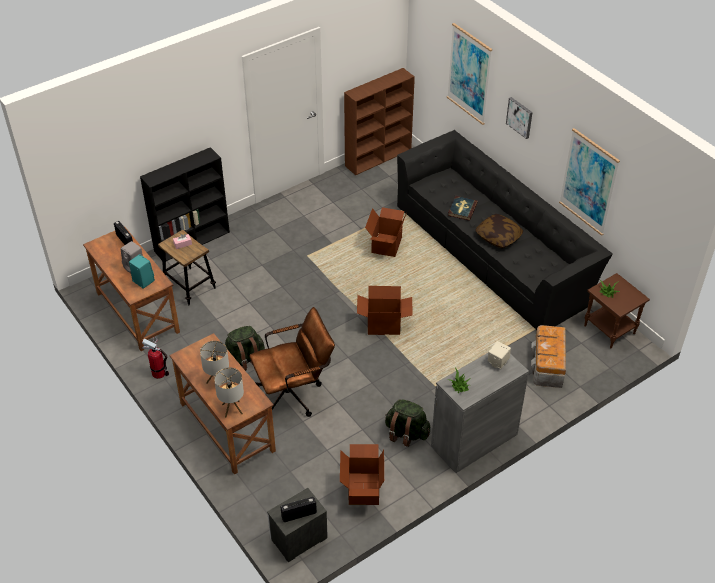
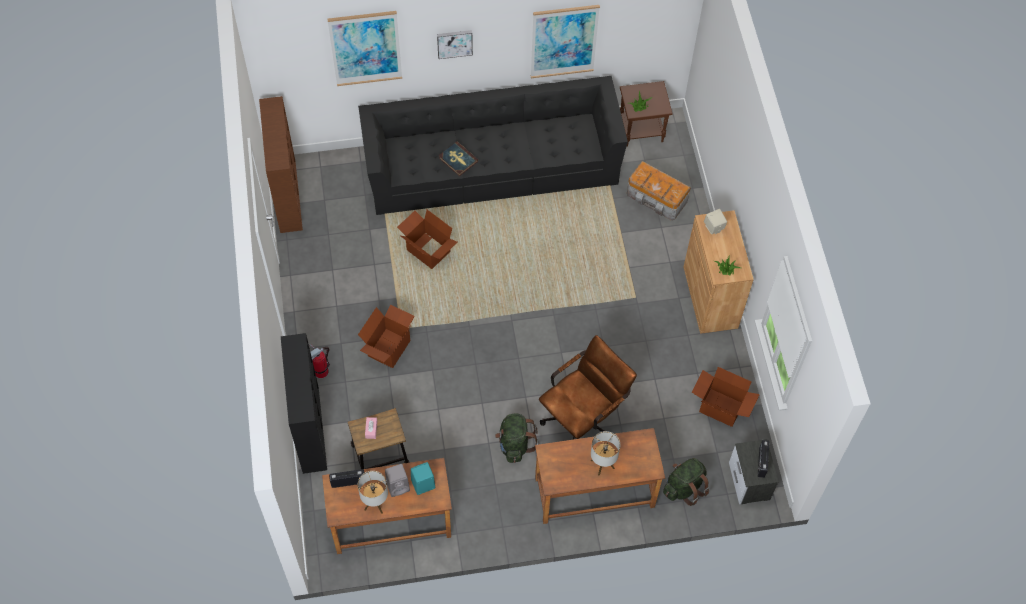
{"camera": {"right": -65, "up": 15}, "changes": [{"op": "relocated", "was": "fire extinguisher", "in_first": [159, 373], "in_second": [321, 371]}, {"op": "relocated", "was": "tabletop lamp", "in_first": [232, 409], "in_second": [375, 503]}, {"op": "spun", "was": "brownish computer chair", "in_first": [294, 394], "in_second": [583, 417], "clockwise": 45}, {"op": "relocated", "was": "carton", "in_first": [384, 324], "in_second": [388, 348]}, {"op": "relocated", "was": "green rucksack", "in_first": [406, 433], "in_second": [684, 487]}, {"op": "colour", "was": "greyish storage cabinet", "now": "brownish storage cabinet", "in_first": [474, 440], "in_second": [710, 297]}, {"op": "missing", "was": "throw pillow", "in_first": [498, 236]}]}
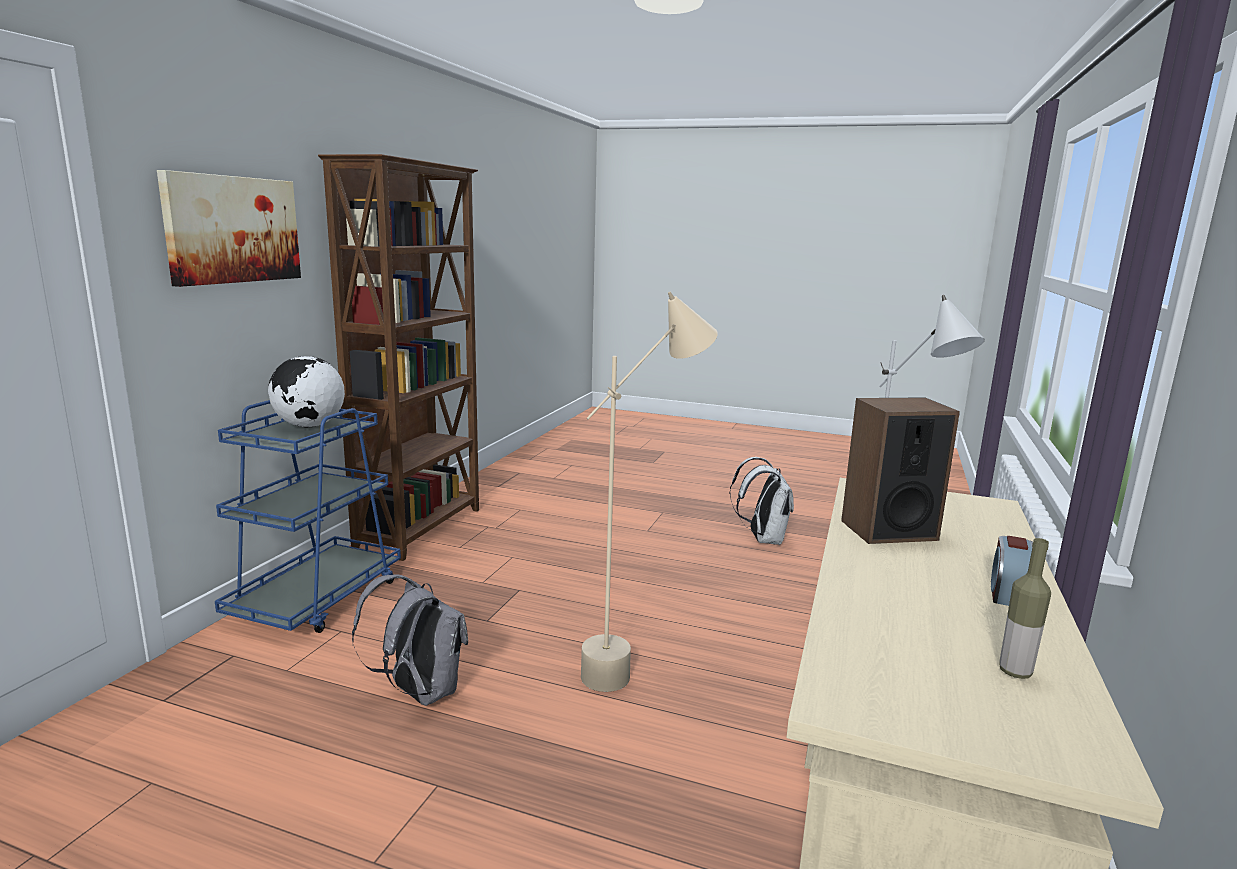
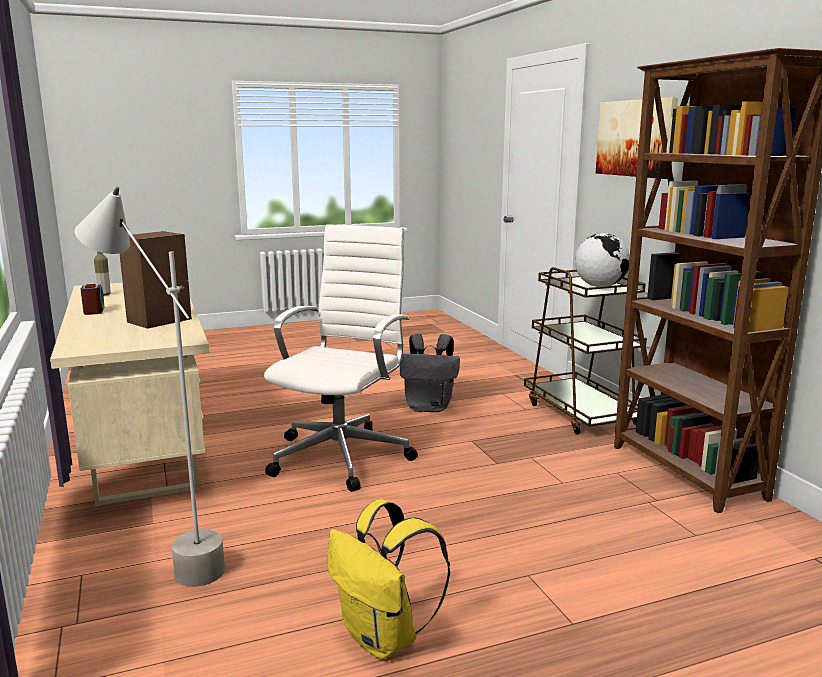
{"camera": {"right": 140, "up": 0}, "changes": [{"op": "colour", "was": "blue-coloured wheeled cart", "now": "brownish wheeled cart", "in_first": [317, 599], "in_second": [581, 413]}, {"op": "exchanged", "was": "beige floor lamp", "now": "white-coloured computer chair", "in_first": [638, 664], "in_second": [343, 455]}, {"op": "colour", "was": "white-coloured rucksack", "now": "yellow-coloured rucksack", "in_first": [762, 539], "in_second": [384, 638]}]}
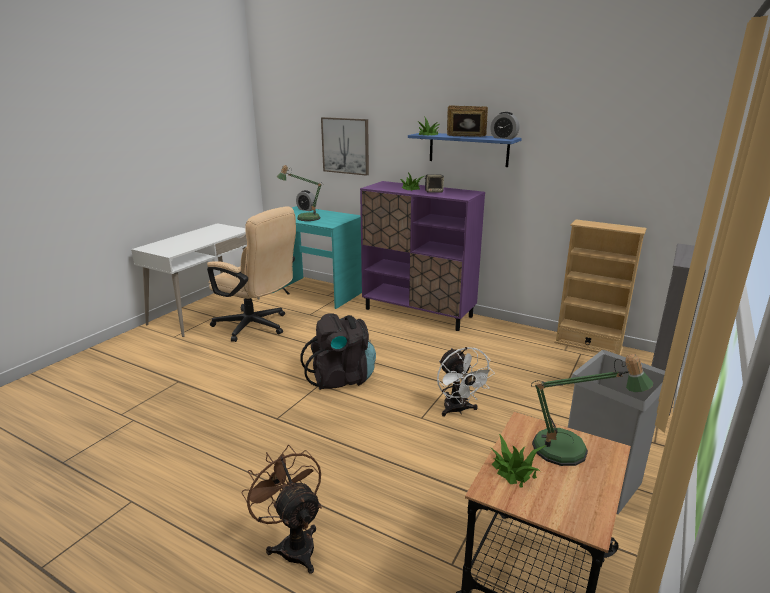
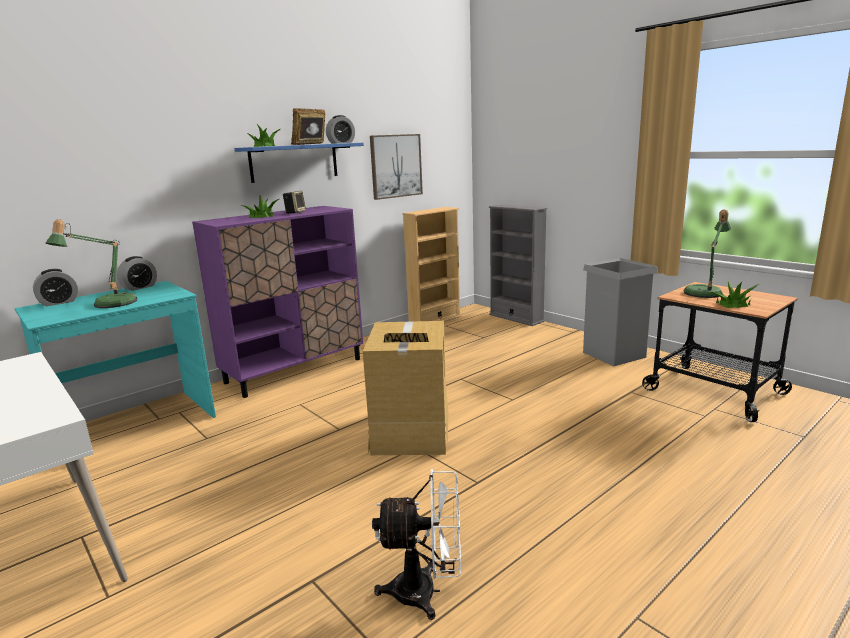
{"camera": {"right": -70, "up": -5}, "changes": [{"op": "missing", "was": "beige computer chair", "in_first": [257, 327]}, {"op": "missing", "was": "brownish fan", "in_first": [293, 544]}, {"op": "exchanged", "was": "black rucksack", "now": "carton", "in_first": [341, 378], "in_second": [410, 431]}, {"op": "relocated", "was": "picture", "in_first": [345, 146], "in_second": [396, 166]}, {"op": "relocated", "was": "white-coloured fan", "in_first": [458, 410], "in_second": [426, 592]}, {"op": "appeared", "now": "bedside clock", "in_second": [139, 287]}]}
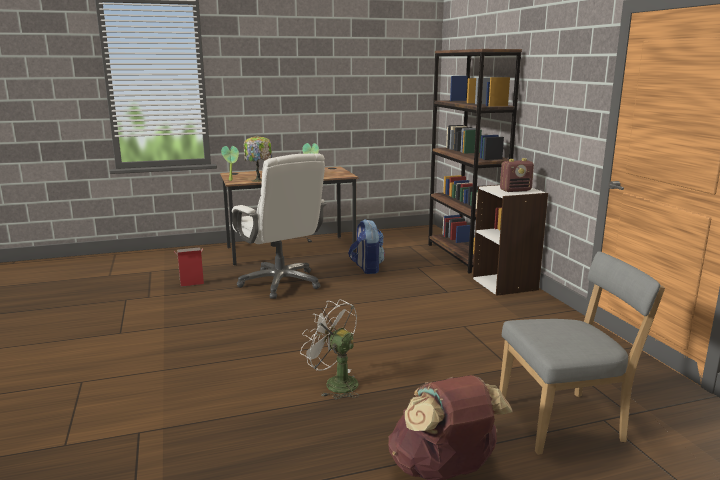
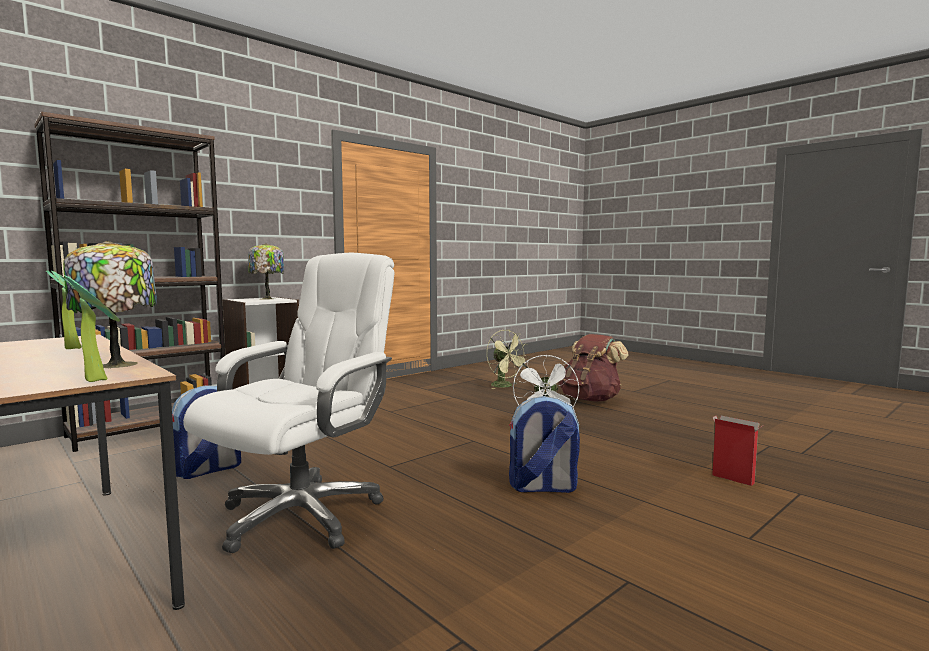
{"camera": {"right": -115, "up": -10}, "changes": [{"op": "relocated", "was": "carton", "in_first": [191, 284], "in_second": [734, 479]}, {"op": "exchanged", "was": "greyish plain chair", "now": "green fan", "in_first": [565, 421], "in_second": [505, 386]}, {"op": "exchanged", "was": "radio set", "now": "tabletop lamp", "in_first": [515, 190], "in_second": [267, 299]}, {"op": "appeared", "now": "rucksack", "in_second": [542, 487]}]}
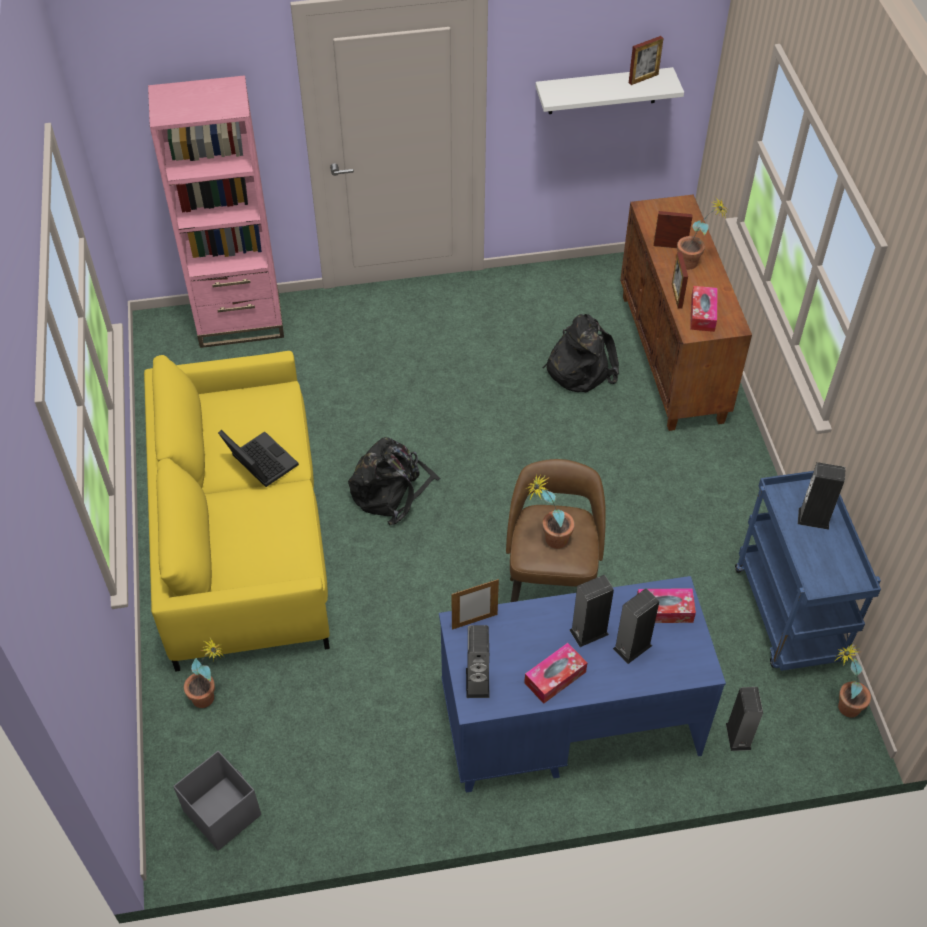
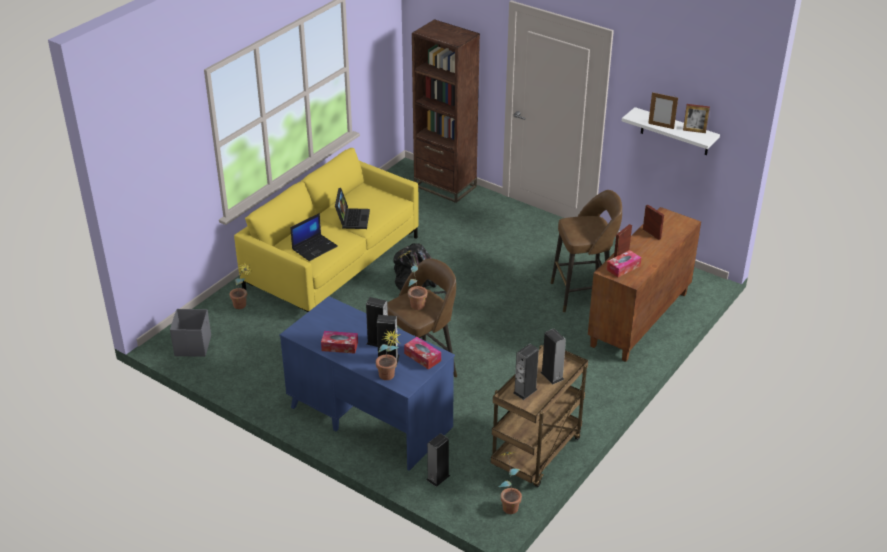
{"camera": {"right": 45, "up": -15}, "changes": [{"op": "colour", "was": "pink-coloured bookcase", "now": "brownish bookcase", "in_first": [240, 322], "in_second": [445, 186]}, {"op": "relocated", "was": "standing frame", "in_first": [474, 621], "in_second": [661, 126]}, {"op": "relocated", "was": "speaker", "in_first": [477, 682], "in_second": [525, 391]}, {"op": "exchanged", "was": "black rucksack", "now": "brownish stool", "in_first": [579, 367], "in_second": [583, 294]}, {"op": "relocated", "was": "plant in a pot", "in_first": [694, 264], "in_second": [388, 378]}, {"op": "colour", "was": "blue-coloured wheeled cart", "now": "brownish wheeled cart", "in_first": [790, 616], "in_second": [536, 454]}, {"op": "appeared", "now": "portable computer", "in_second": [314, 247]}]}
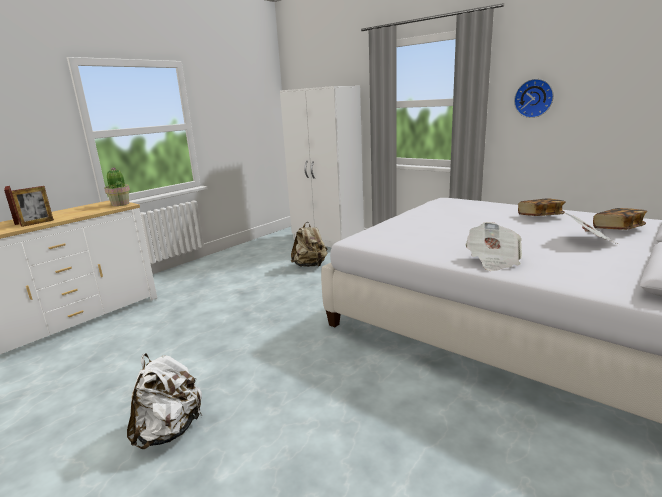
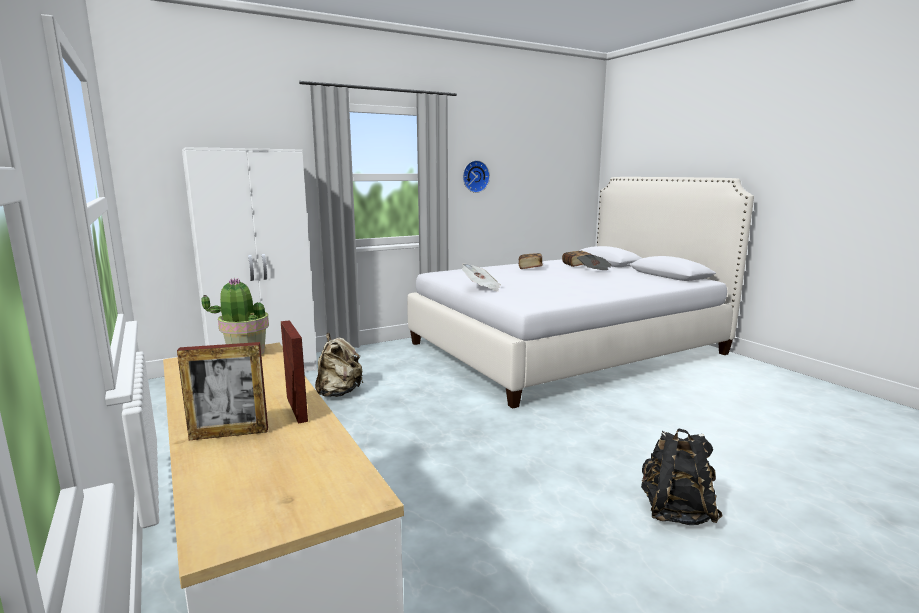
{"camera": {"right": -70, "up": -5}, "changes": [{"op": "colour", "was": "white-coloured rucksack", "now": "black rucksack", "in_first": [169, 430], "in_second": [675, 512]}, {"op": "relocated", "was": "daily paper", "in_first": [492, 261], "in_second": [481, 288]}]}
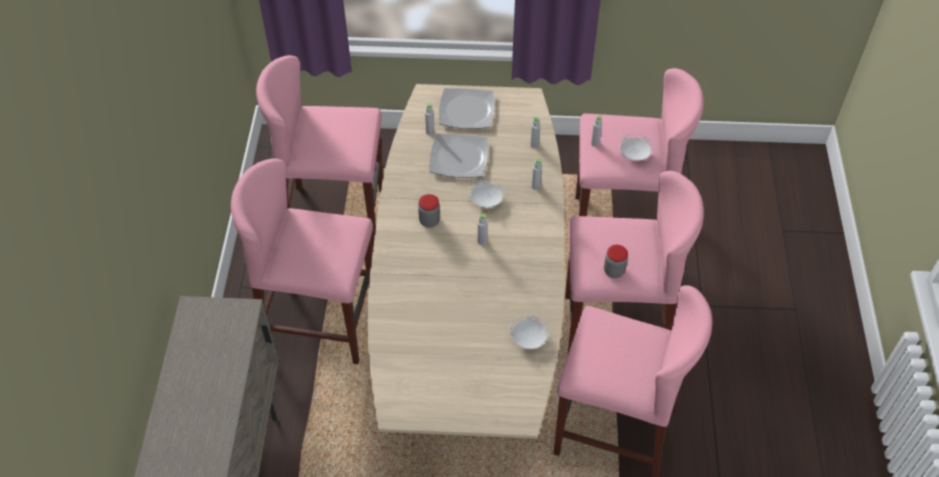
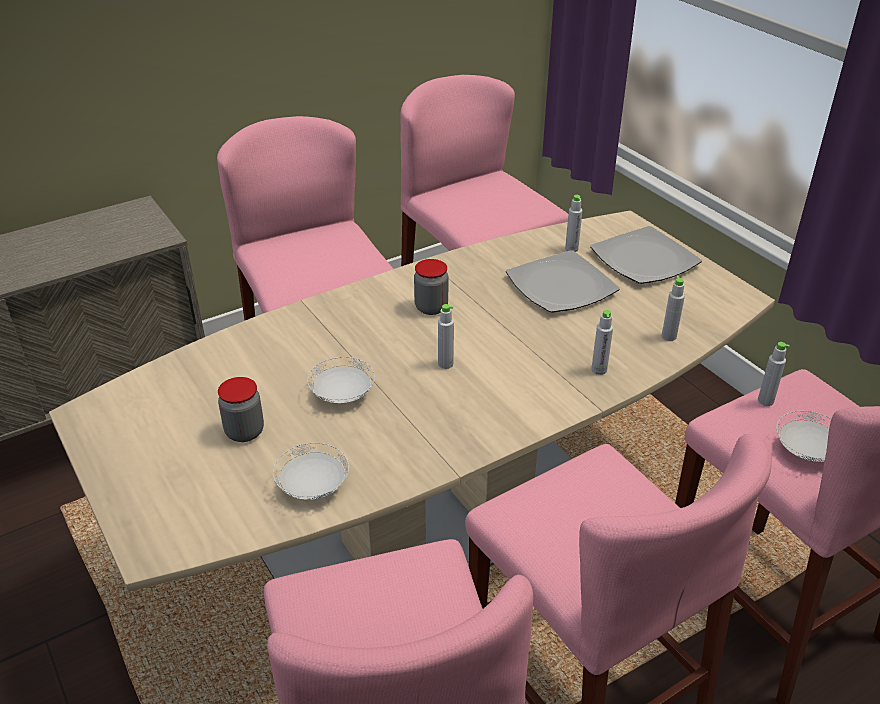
{"camera": {"right": 55, "up": -15}, "changes": [{"op": "relocated", "was": "white-coloured dinner plate", "in_first": [486, 200], "in_second": [342, 395]}, {"op": "relocated", "was": "preserve jar", "in_first": [614, 271], "in_second": [244, 432]}]}
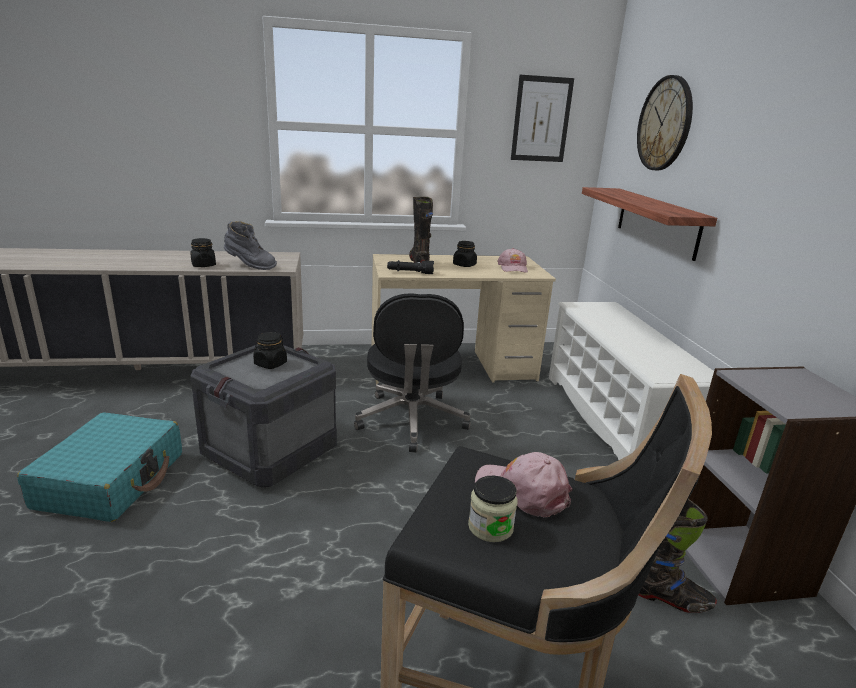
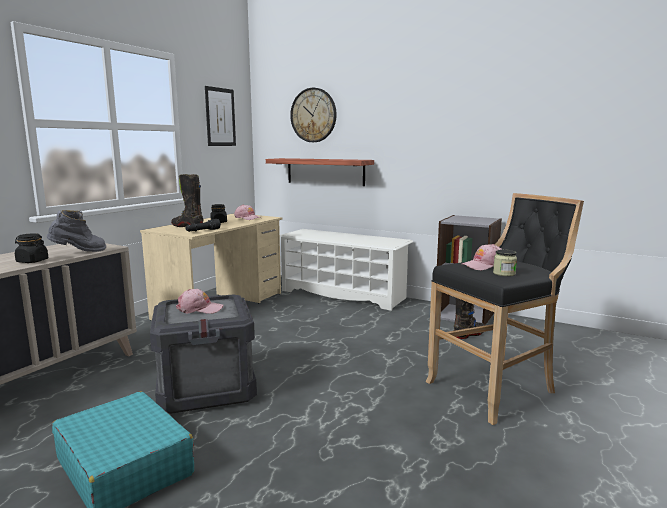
{"camera": {"right": -50, "up": -10}, "changes": [{"op": "exchanged", "was": "black preserve jar", "now": "pink-coloured peaked cap", "in_first": [270, 364], "in_second": [199, 309]}, {"op": "missing", "was": "black computer chair", "in_first": [411, 421]}]}
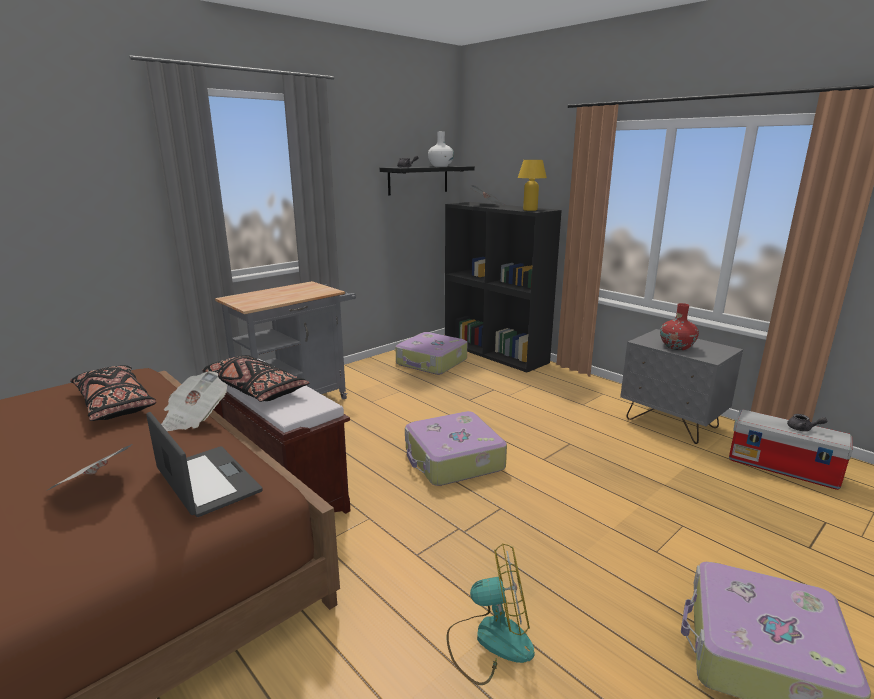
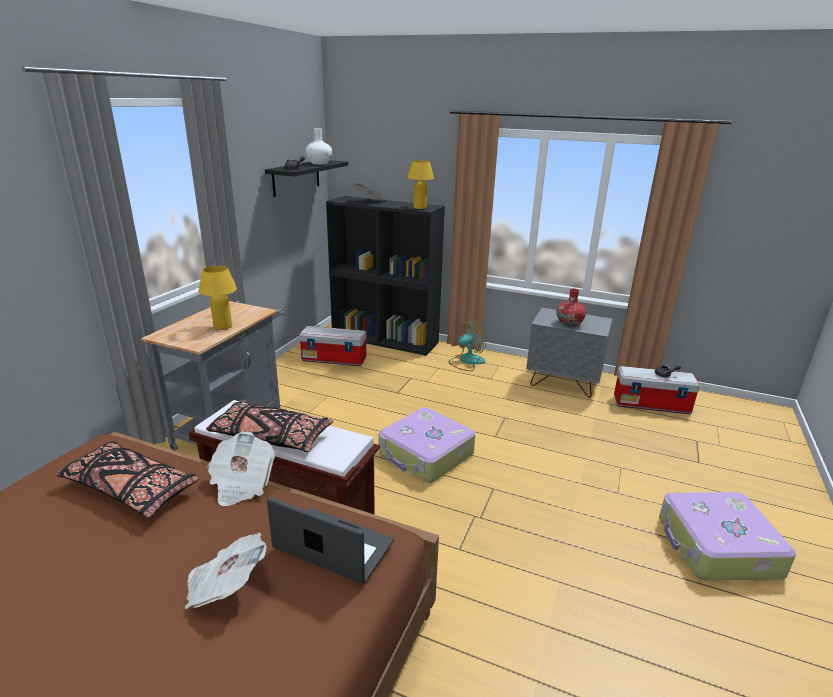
{"camera": {"right": -25, "up": 5}, "changes": [{"op": "exchanged", "was": "travel case", "now": "storage bin", "in_first": [431, 362], "in_second": [335, 359]}, {"op": "relocated", "was": "fan", "in_first": [490, 640], "in_second": [466, 361]}, {"op": "appeared", "now": "yellow-coloured tabletop lamp", "in_second": [223, 326]}]}
